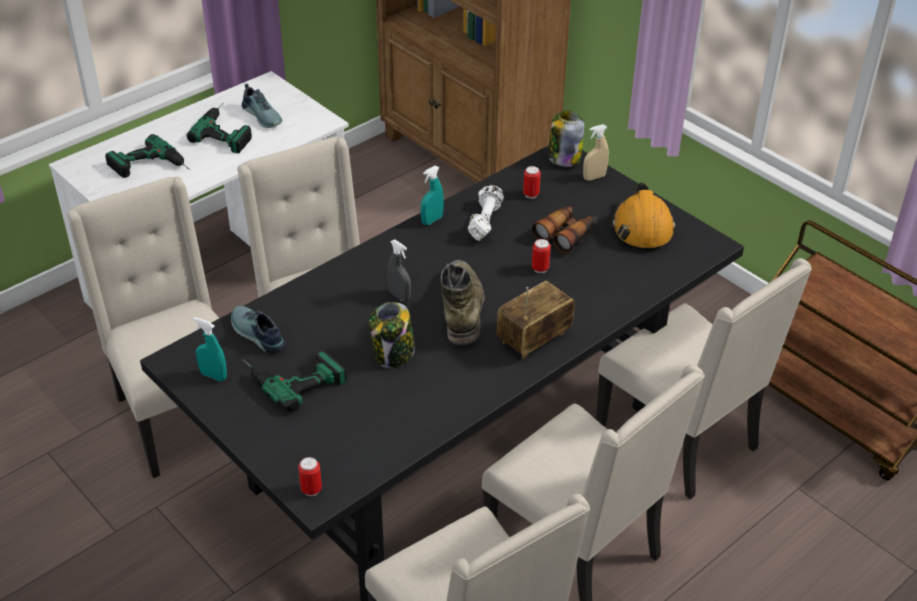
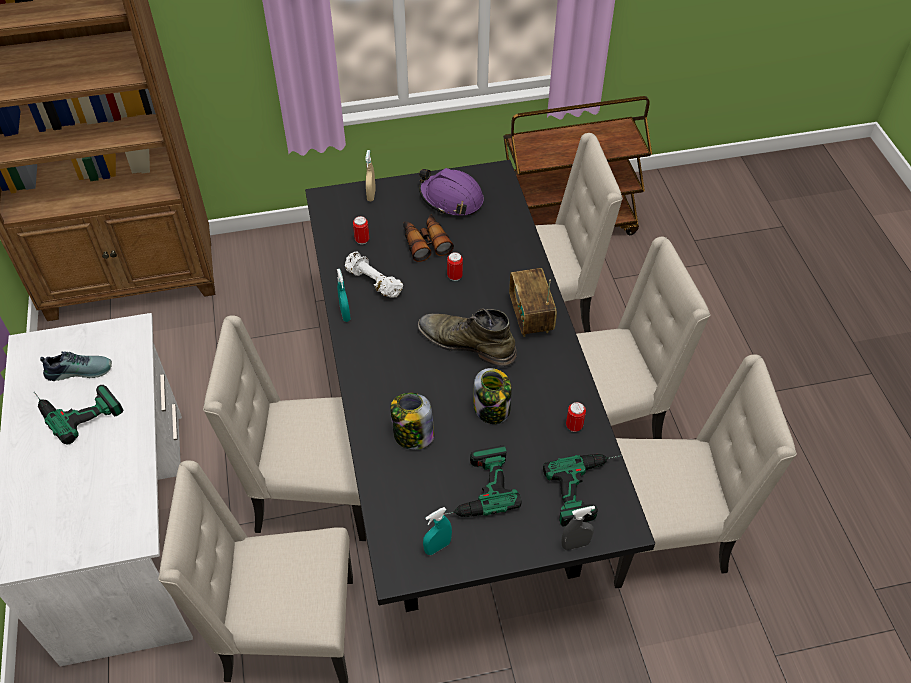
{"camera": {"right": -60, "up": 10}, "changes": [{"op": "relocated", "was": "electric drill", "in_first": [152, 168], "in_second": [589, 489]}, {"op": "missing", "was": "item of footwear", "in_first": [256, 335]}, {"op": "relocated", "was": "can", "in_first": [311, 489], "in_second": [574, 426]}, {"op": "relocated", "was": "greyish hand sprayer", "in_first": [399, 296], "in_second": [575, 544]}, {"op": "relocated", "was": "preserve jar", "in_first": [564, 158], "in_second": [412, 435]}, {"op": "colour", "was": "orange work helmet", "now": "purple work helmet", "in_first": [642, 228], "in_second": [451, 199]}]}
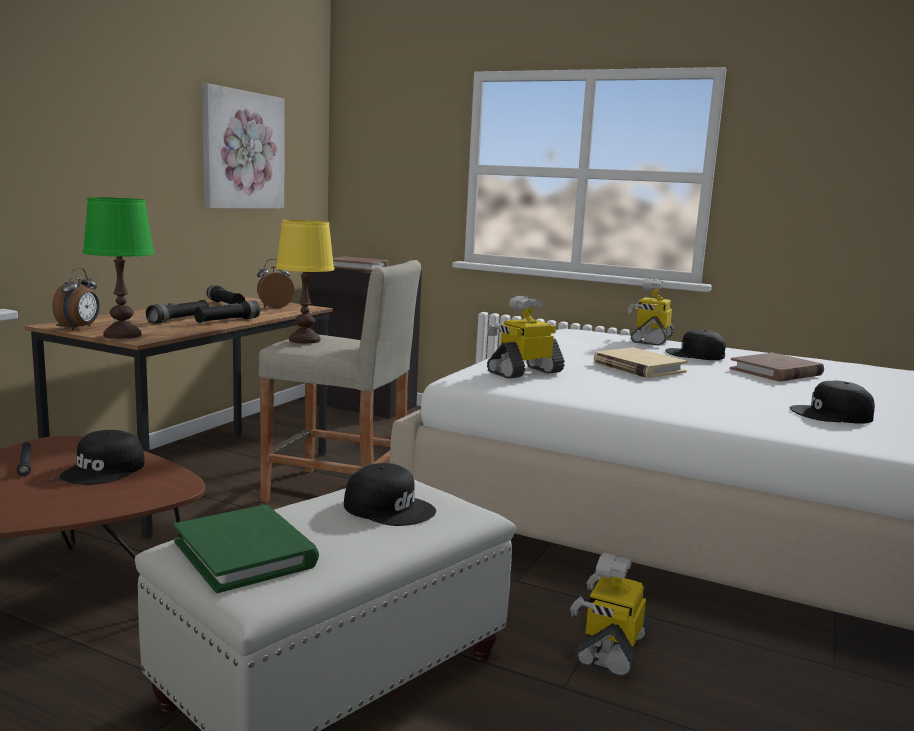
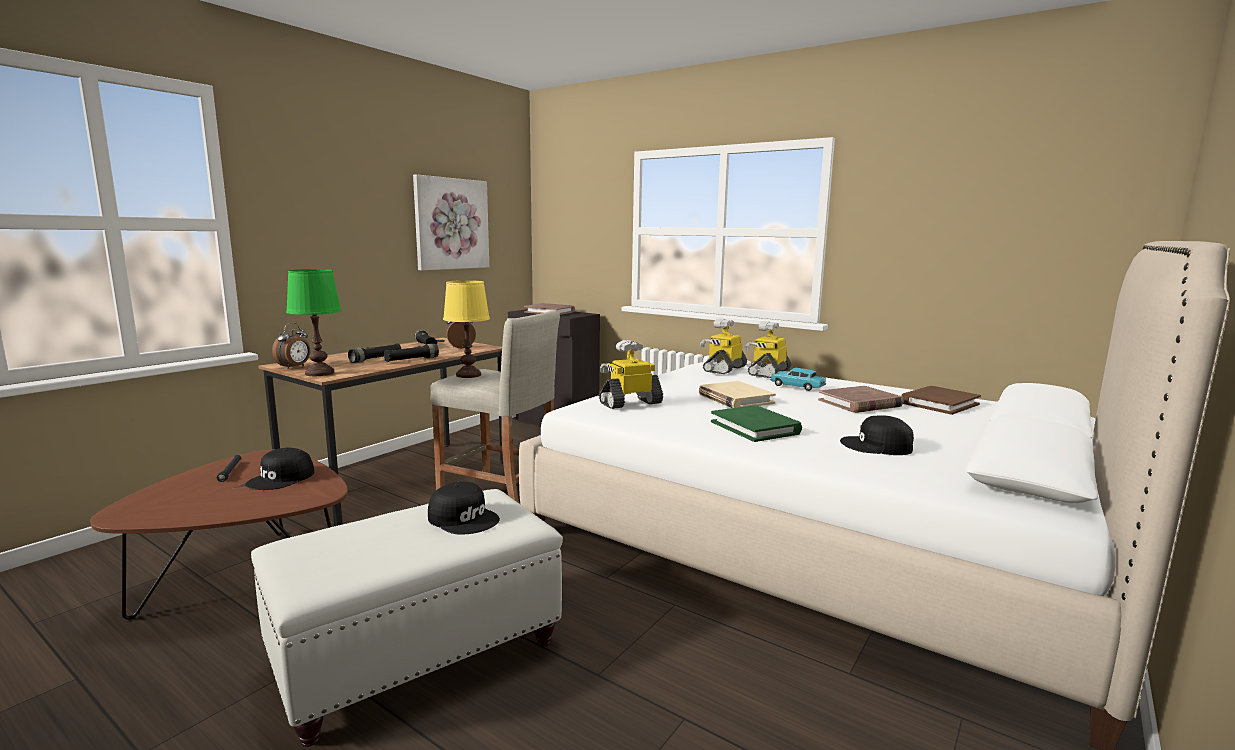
{"camera": {"right": 10, "up": 0}, "changes": [{"op": "relocated", "was": "green volume", "in_first": [246, 553], "in_second": [755, 427]}, {"op": "relocated", "was": "robot figure", "in_first": [611, 649], "in_second": [724, 369]}, {"op": "exchanged", "was": "black peaked cap", "now": "blue-green toy car", "in_first": [695, 355], "in_second": [797, 387]}, {"op": "appeared", "now": "brownish volume", "in_second": [939, 403]}]}
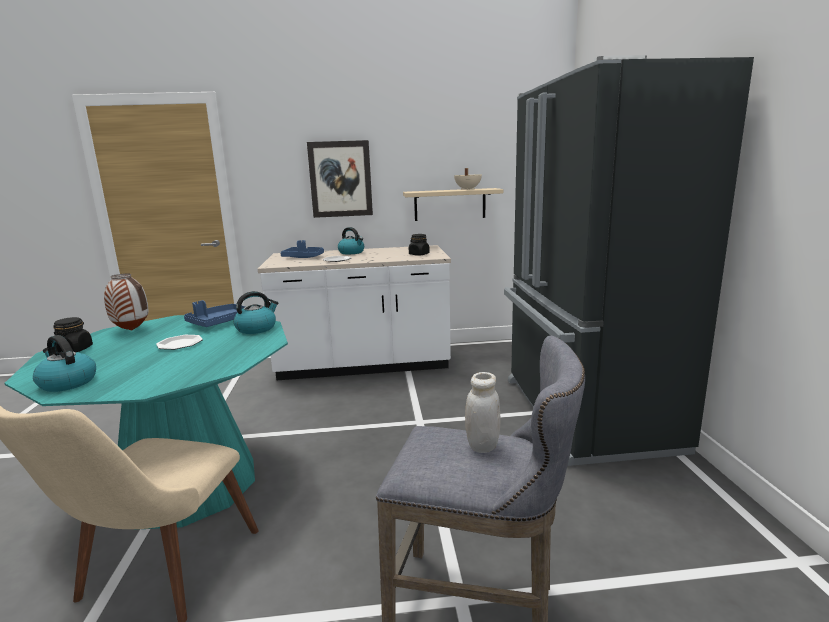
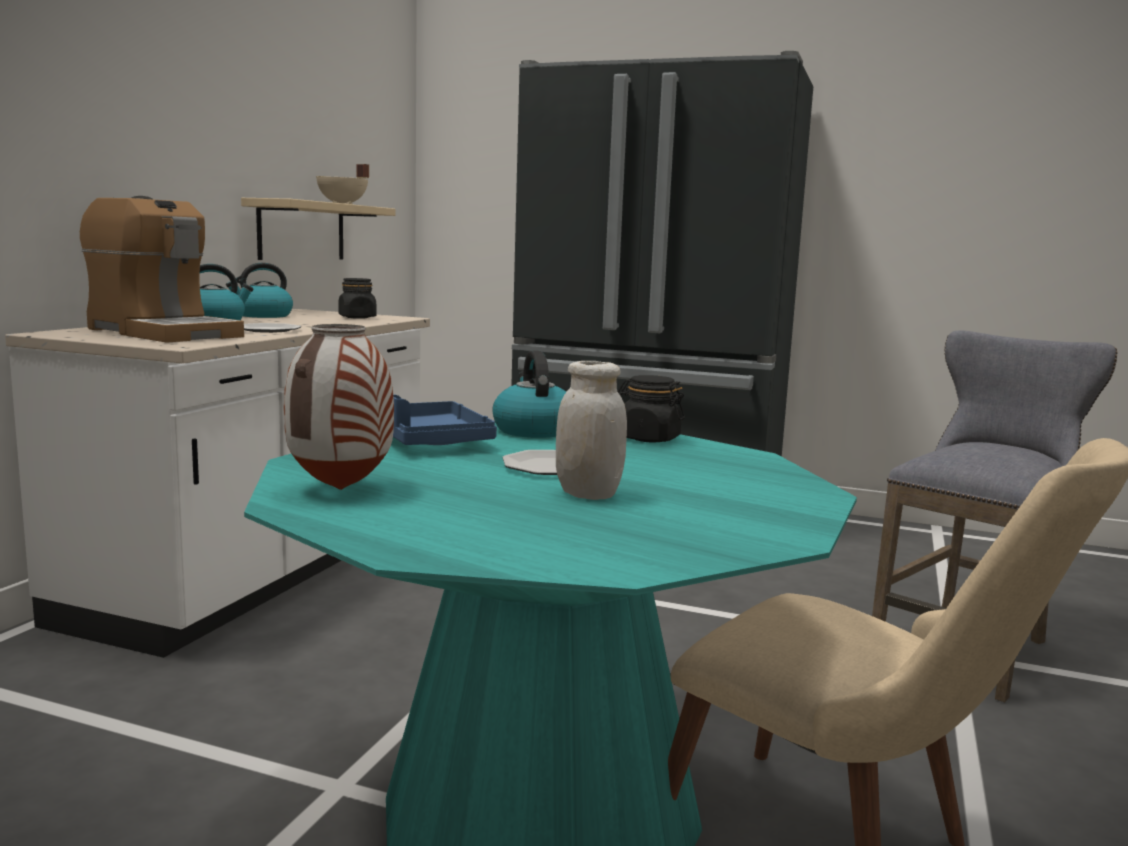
{"camera": {"right": -65, "up": -5}, "changes": [{"op": "relocated", "was": "water kettle", "in_first": [67, 383], "in_second": [263, 316]}, {"op": "relocated", "was": "black preserve jar", "in_first": [74, 350], "in_second": [648, 438]}, {"op": "exchanged", "was": "blue-coloured tray", "now": "coffee machine", "in_first": [303, 257], "in_second": [163, 333]}, {"op": "missing", "was": "picture", "in_first": [340, 179]}, {"op": "relocated", "was": "white-coloured preserve jar", "in_first": [482, 445], "in_second": [588, 494]}]}
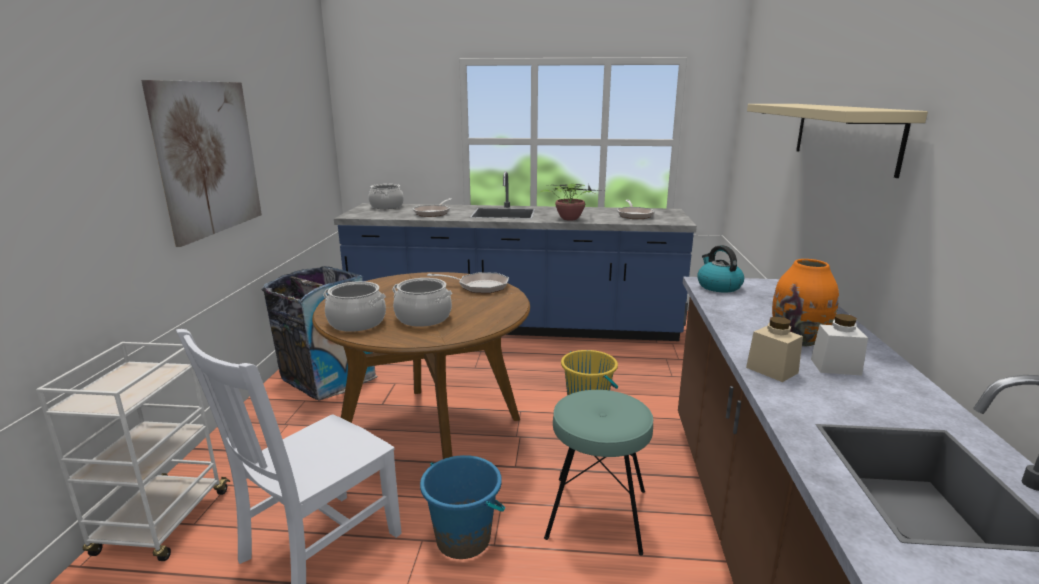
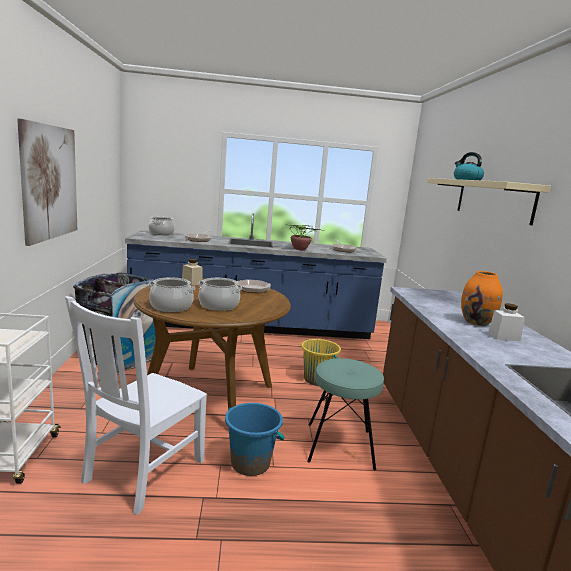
{"camera": {"right": -10, "up": -5}, "changes": [{"op": "relocated", "was": "water kettle", "in_first": [718, 286], "in_second": [466, 180]}, {"op": "relocated", "was": "beige preserve jar", "in_first": [772, 370], "in_second": [192, 282]}]}
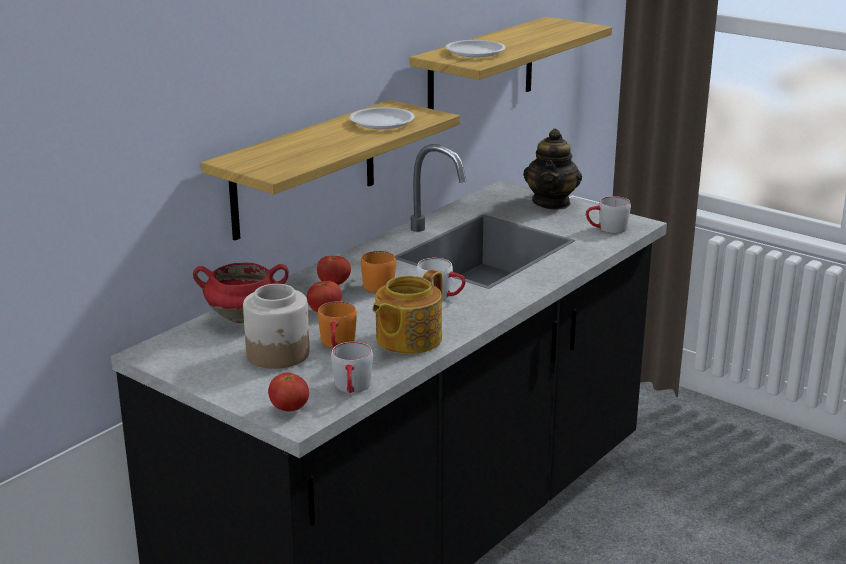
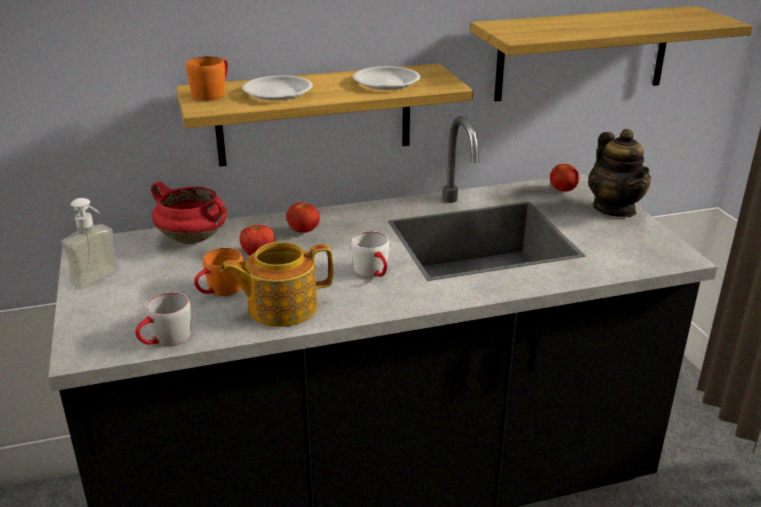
{"camera": {"right": 35, "up": 5}, "changes": [{"op": "missing", "was": "preserve jar", "in_first": [278, 354]}, {"op": "relocated", "was": "tomato", "in_first": [289, 409], "in_second": [562, 190]}, {"op": "relocated", "was": "orange mug", "in_first": [377, 283], "in_second": [213, 92]}, {"op": "relocated", "was": "white-coloured dinner plate", "in_first": [475, 52], "in_second": [278, 92]}, {"op": "spun", "was": "teapot", "in_first": [552, 203], "in_second": [614, 209], "clockwise": -60}, {"op": "missing", "was": "greyish mug", "in_first": [606, 229]}, {"op": "appeared", "now": "soap dispenser", "in_second": [101, 281]}]}
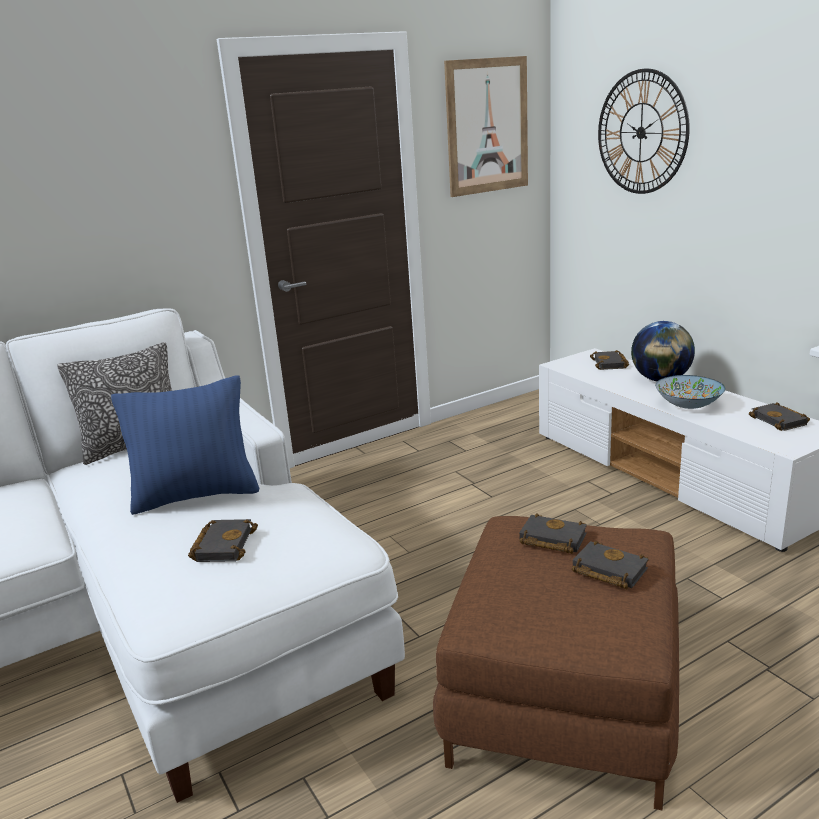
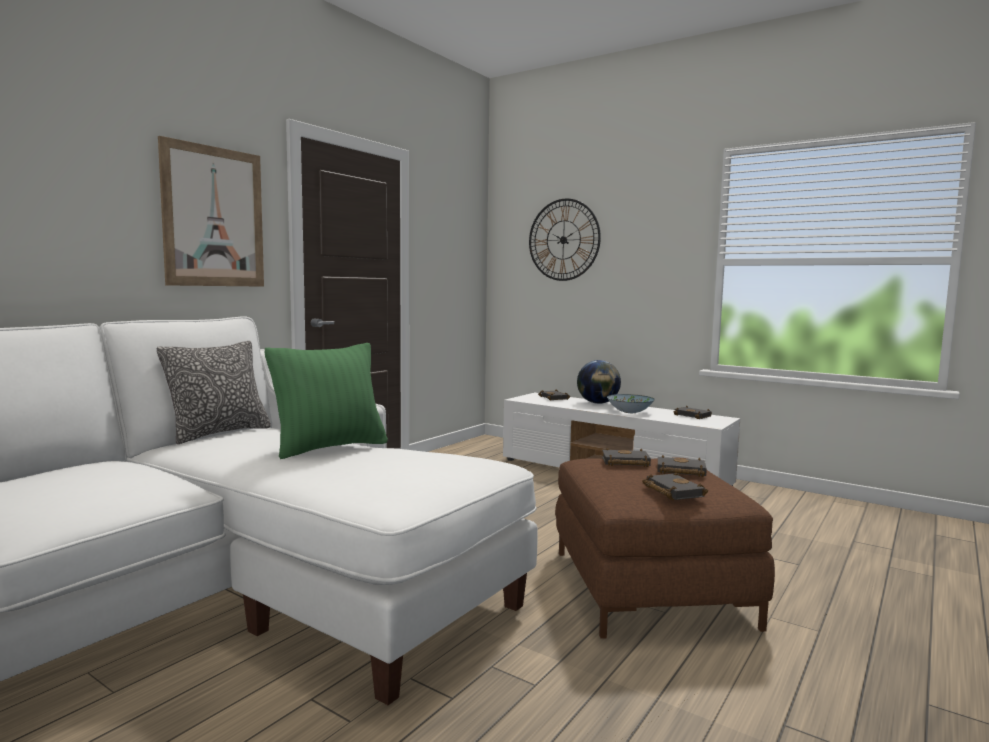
{"camera": {"right": -25, "up": -15}, "changes": [{"op": "colour", "was": "blue-coloured throw pillow", "now": "green throw pillow", "in_first": [196, 496], "in_second": [330, 448]}, {"op": "relocated", "was": "black volume", "in_first": [222, 545], "in_second": [671, 491]}, {"op": "relocated", "was": "picture", "in_first": [487, 126], "in_second": [214, 217]}]}
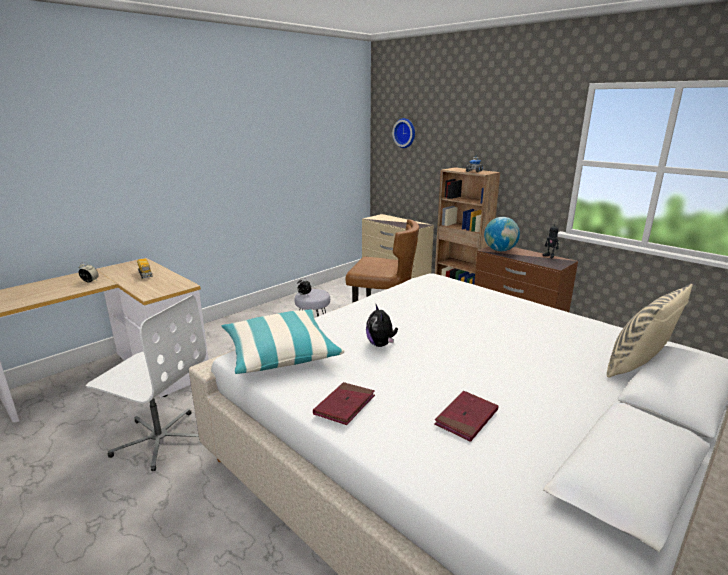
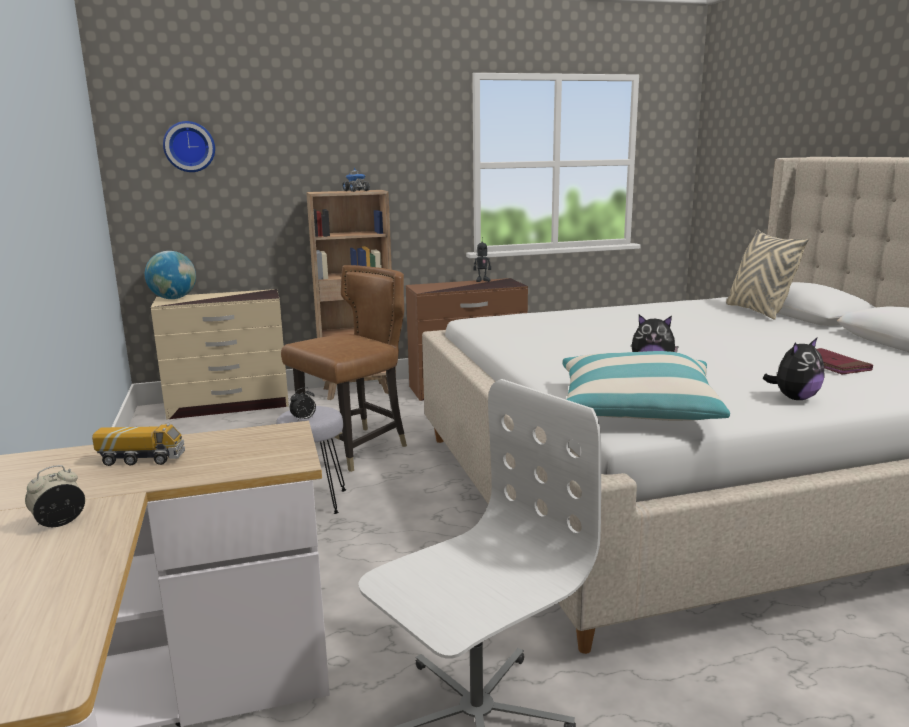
{"camera": {"right": -60, "up": -5}, "changes": [{"op": "exchanged", "was": "reddish volume", "now": "cuddly toy", "in_first": [344, 405], "in_second": [794, 398]}, {"op": "relocated", "was": "desk globe", "in_first": [500, 250], "in_second": [173, 298]}]}
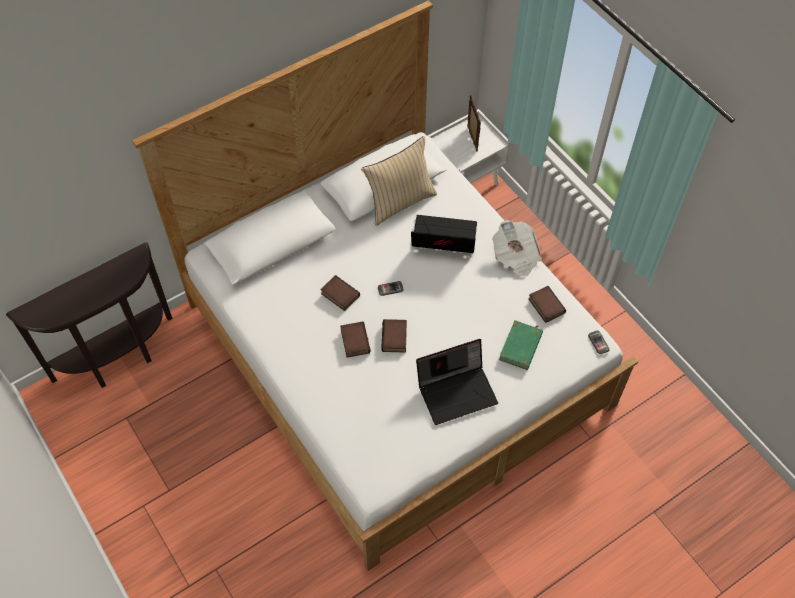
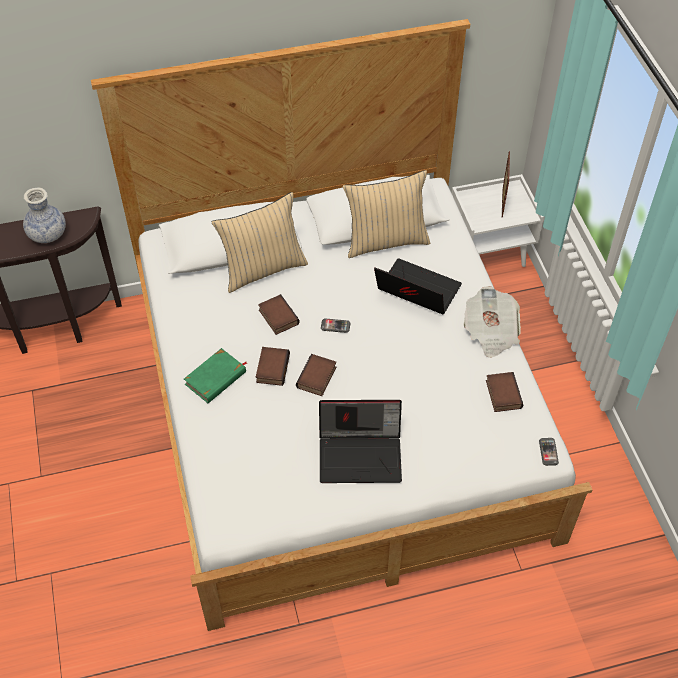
{"camera": {"right": 20, "up": -5}, "changes": [{"op": "relocated", "was": "green volume", "in_first": [521, 347], "in_second": [216, 378]}, {"op": "appeared", "now": "decorative vase", "in_second": [47, 234]}, {"op": "appeared", "now": "beige throw pillow", "in_second": [263, 269]}]}
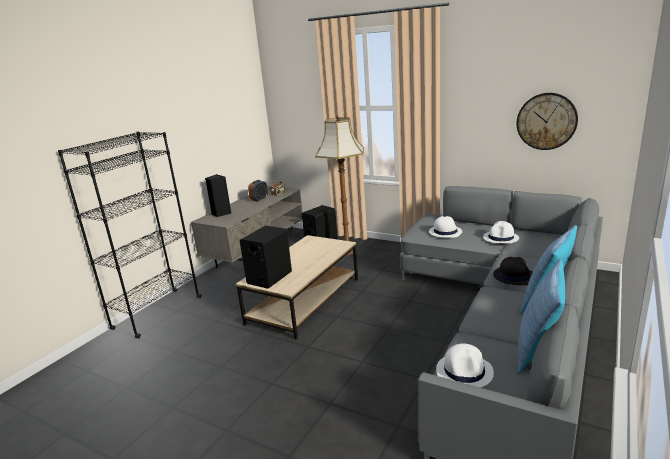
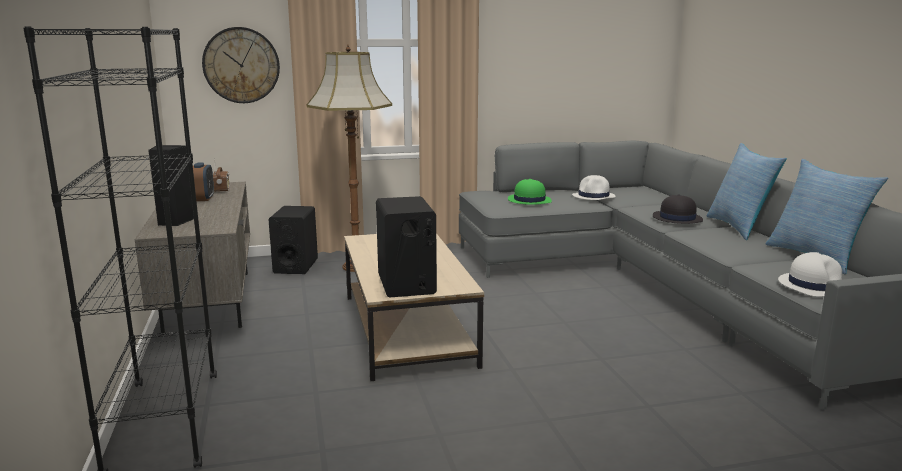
{"camera": {"right": -45, "up": -5}, "changes": [{"op": "colour", "was": "white-coloured clothing hat", "now": "green clothing hat", "in_first": [445, 232], "in_second": [529, 200]}, {"op": "relocated", "was": "clock on the wall", "in_first": [546, 121], "in_second": [241, 65]}]}
